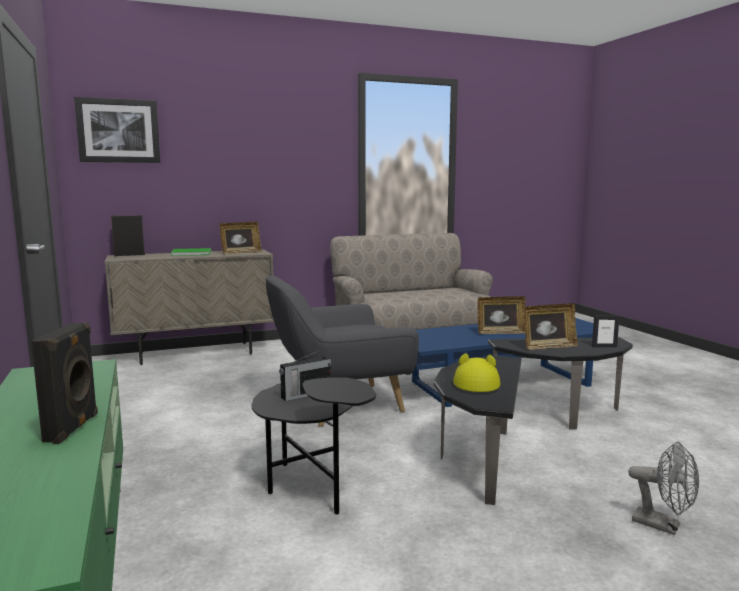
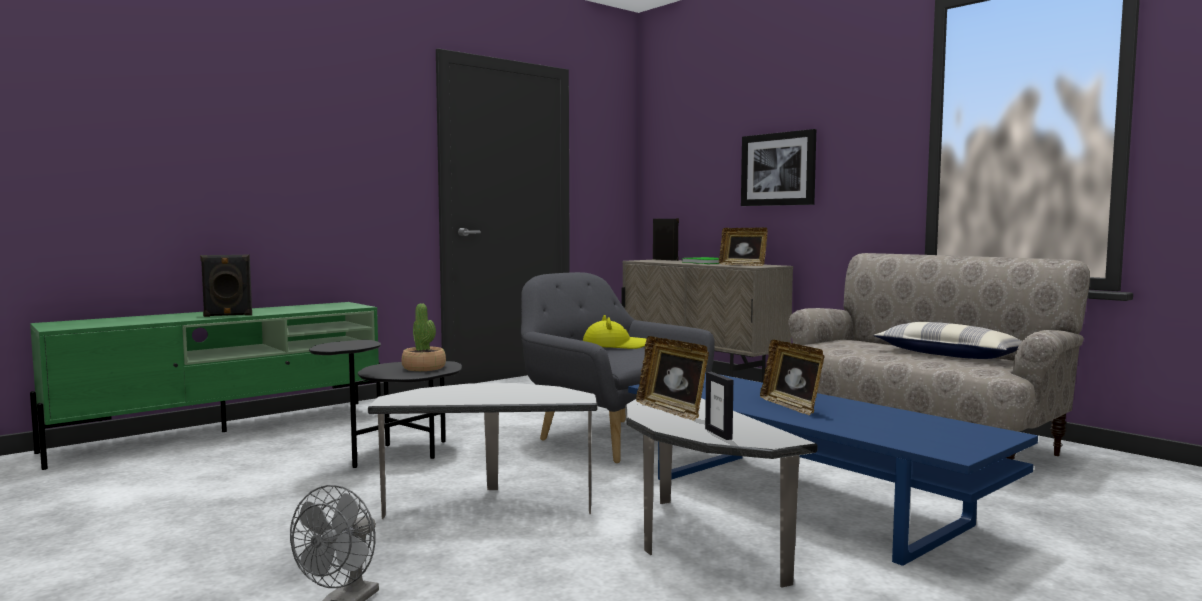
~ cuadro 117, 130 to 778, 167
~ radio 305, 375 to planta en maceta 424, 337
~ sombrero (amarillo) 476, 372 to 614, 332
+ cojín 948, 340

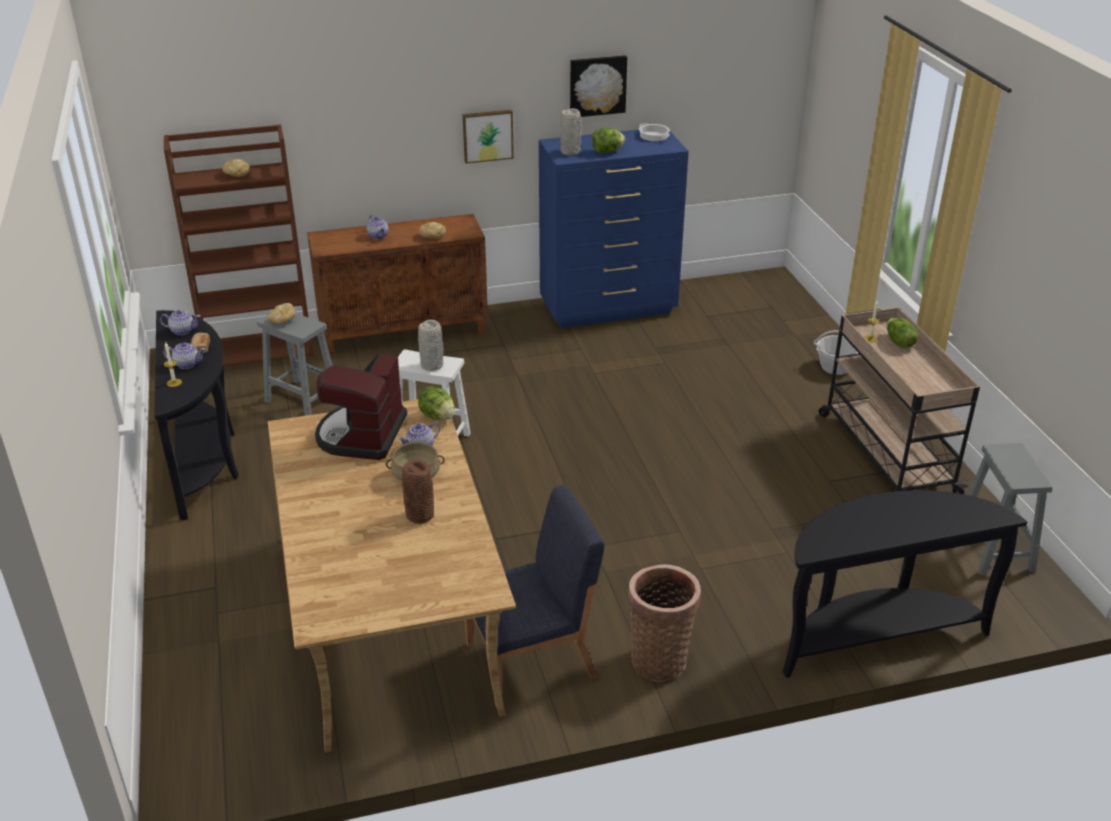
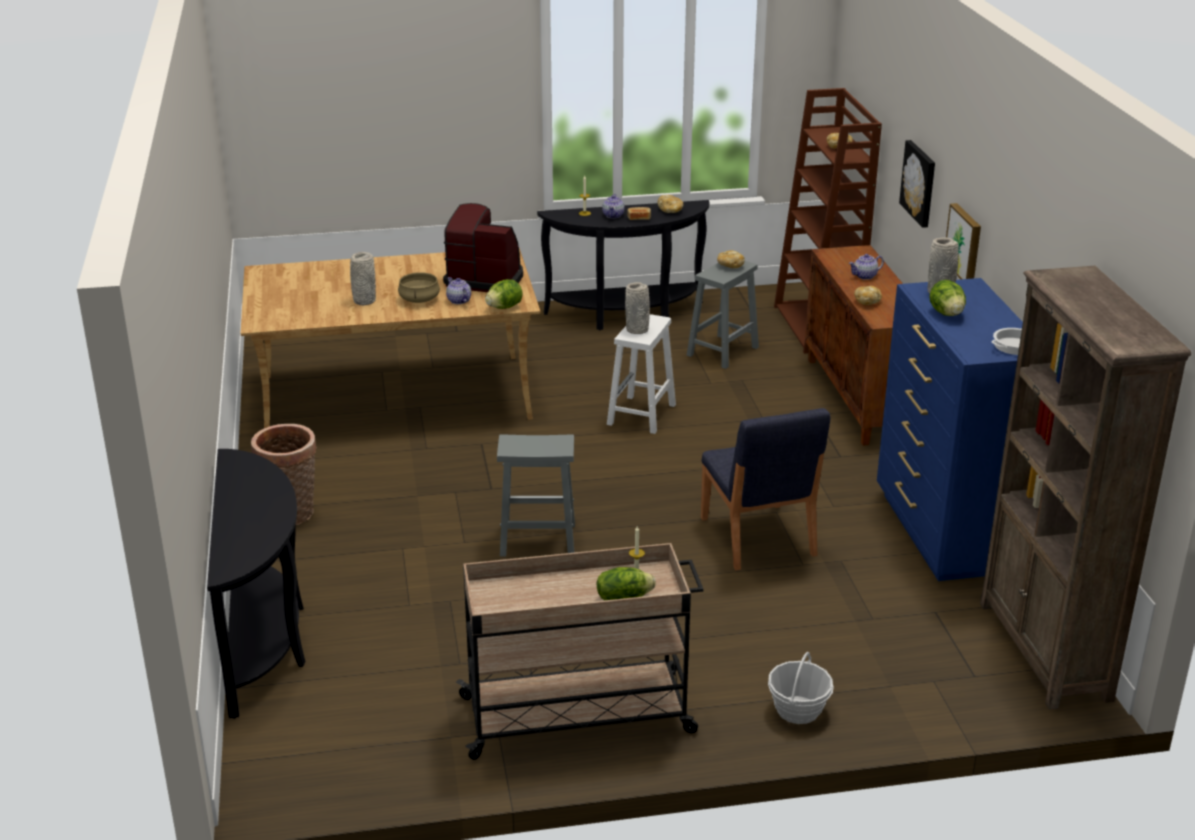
~ tetera 180, 322 to pan 670, 204
~ florero (marrón) 418, 492 to florero (gris) 363, 278
~ silla (azul) 534, 595 to 766, 489
~ cuadro 598, 86 to 917, 184
~ taburete (gris) 1010, 509 to 536, 495
+ estantería (marrón) 1085, 488

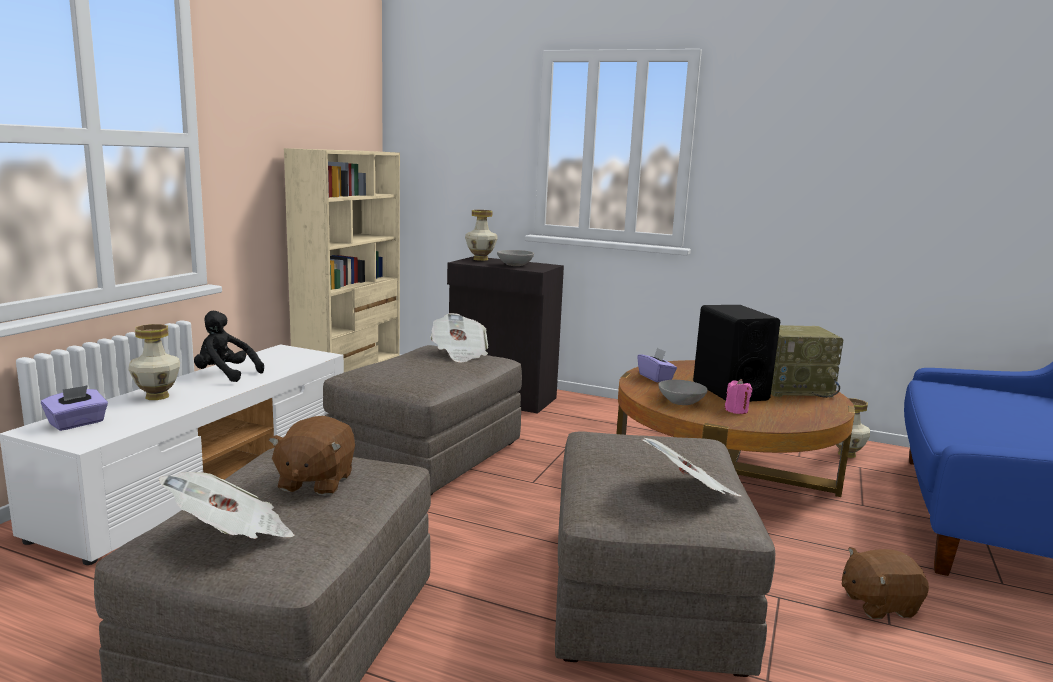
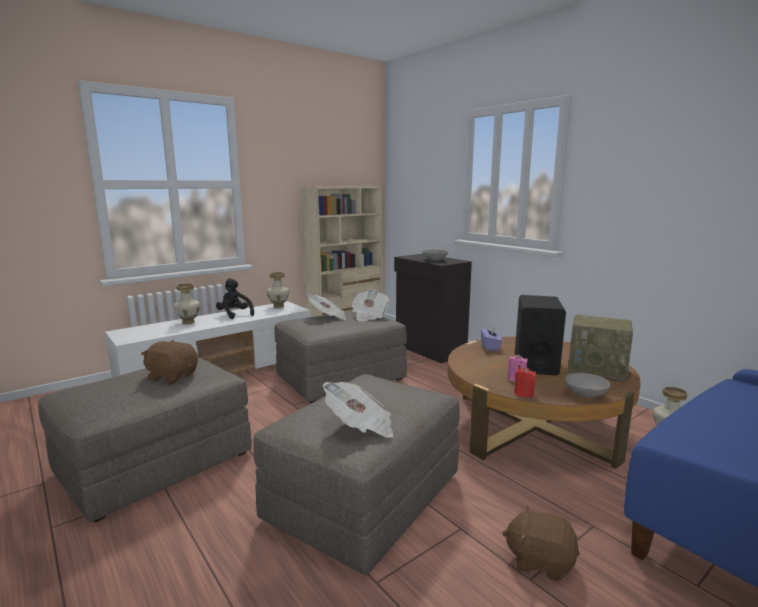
- caja de pañuelos (morado) 74, 408
~ periódico 226, 505 to 326, 307
~ peluche (marrón) 311, 456 = 169, 362 75 degrees clockwise
~ florero 481, 235 to 278, 290
~ cuenco (gris) 683, 392 to 588, 385
+ vela (rojo) 525, 382

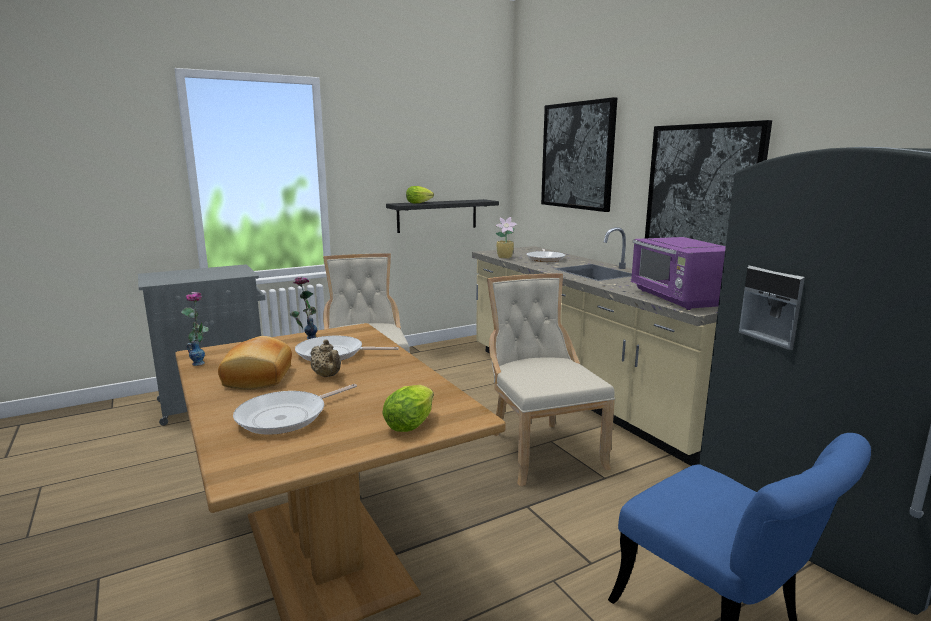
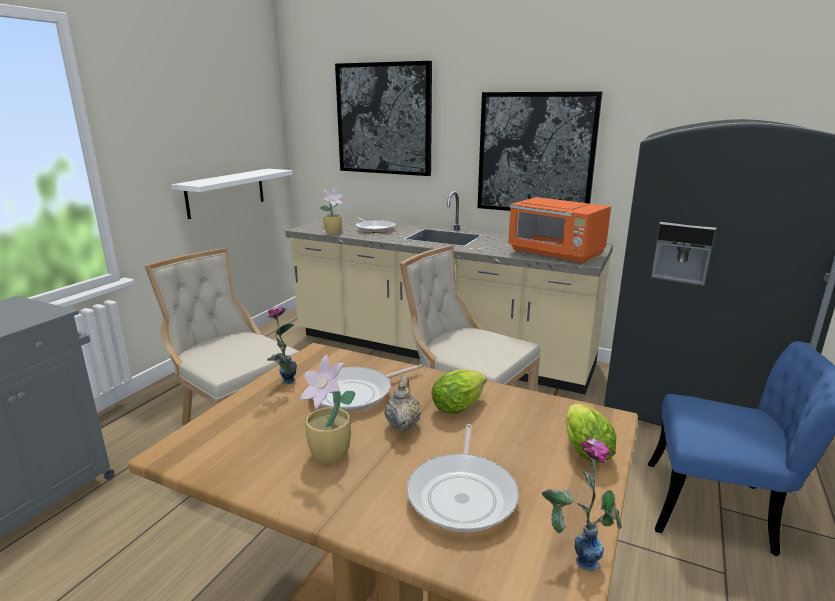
~ florero 195, 329 to 582, 504
~ pan 255, 363 to planta en maceta 327, 409
~ tetera (beis) 326, 358 = 402, 403 105 degrees counterclockwise
~ estante (negro) 442, 216 to estante (blanco) 232, 194
~ lechuga 420, 195 to 459, 391
~ microondas (morado) 678, 273 to microondas (naranja) 559, 230

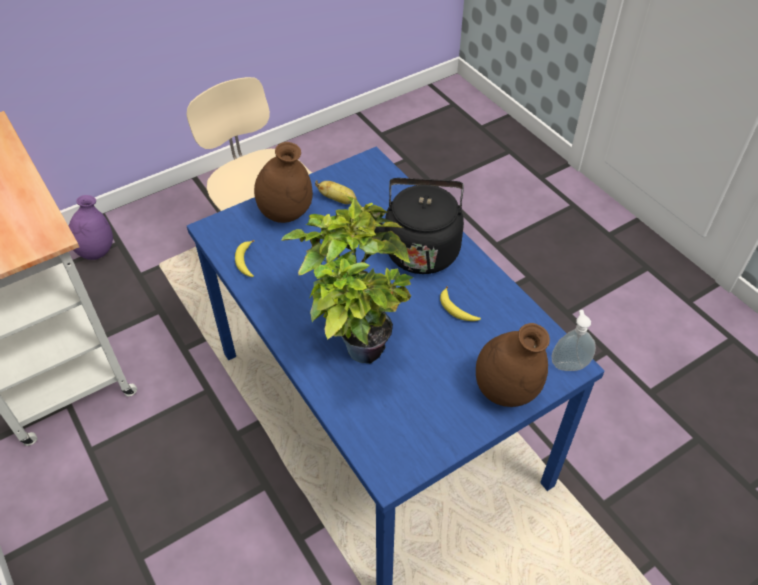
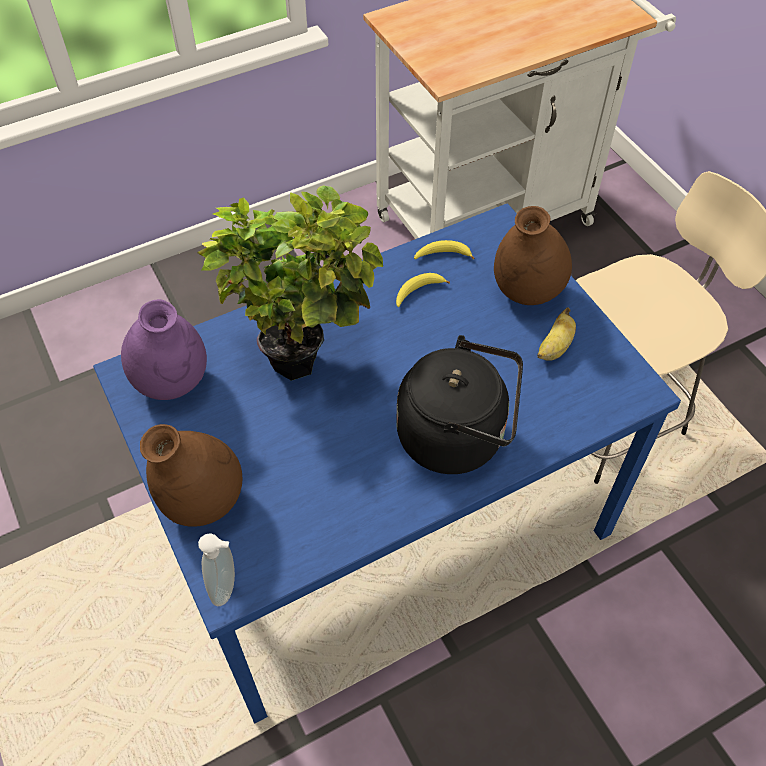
~ florero (morado) 91, 227 to 164, 349
~ plátano 460, 303 to 423, 290

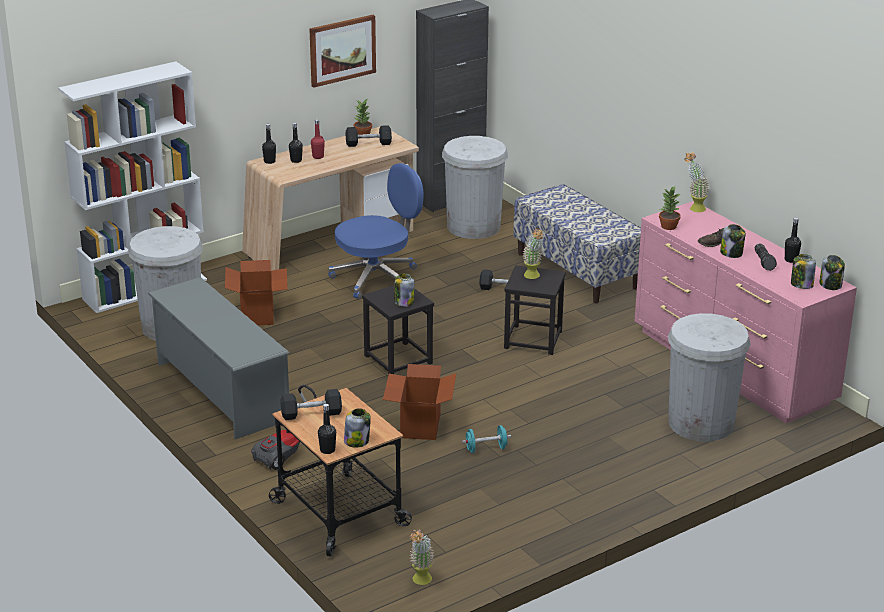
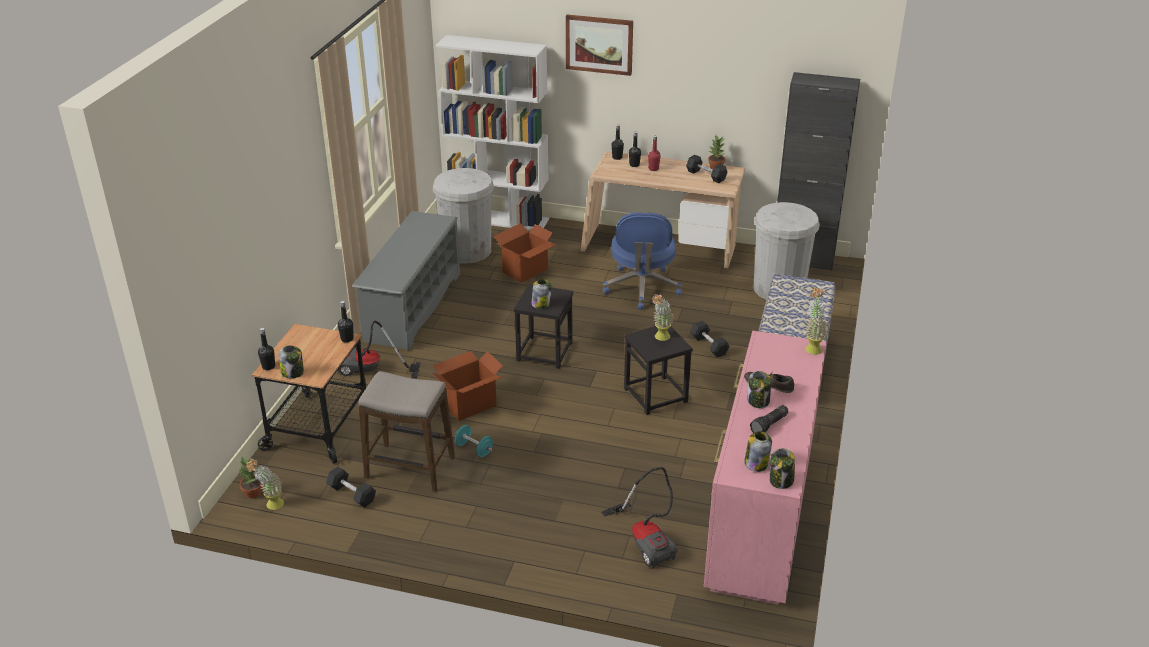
~ mancuerna (negro) 311, 404 to 351, 487
~ cuadro 342, 51 to 599, 45
~ silla de oficina (azul) 376, 231 = 642, 261 75 degrees clockwise
~ planta en maceta 670, 208 to 250, 478
~ papelera (blanco) 709, 377 to aspiradora 639, 517
~ botella (negro) 793, 240 to 346, 321
+ taburete 406, 431

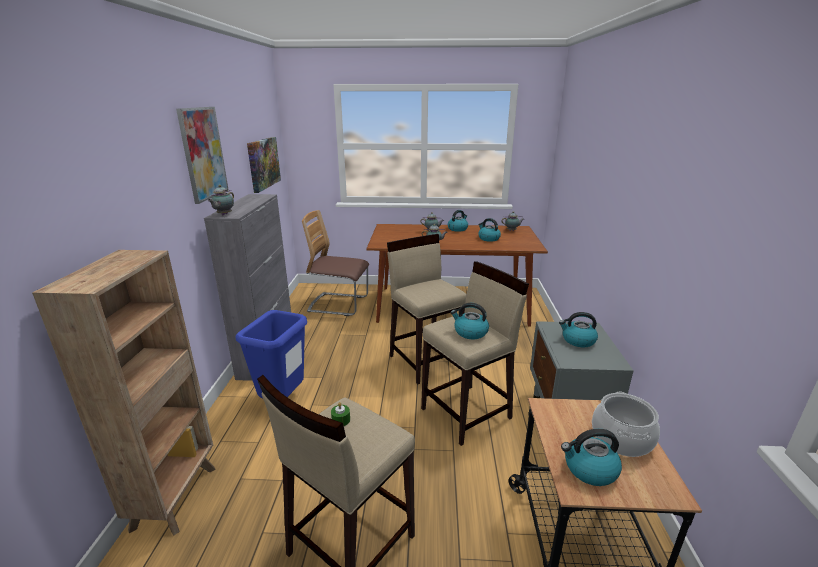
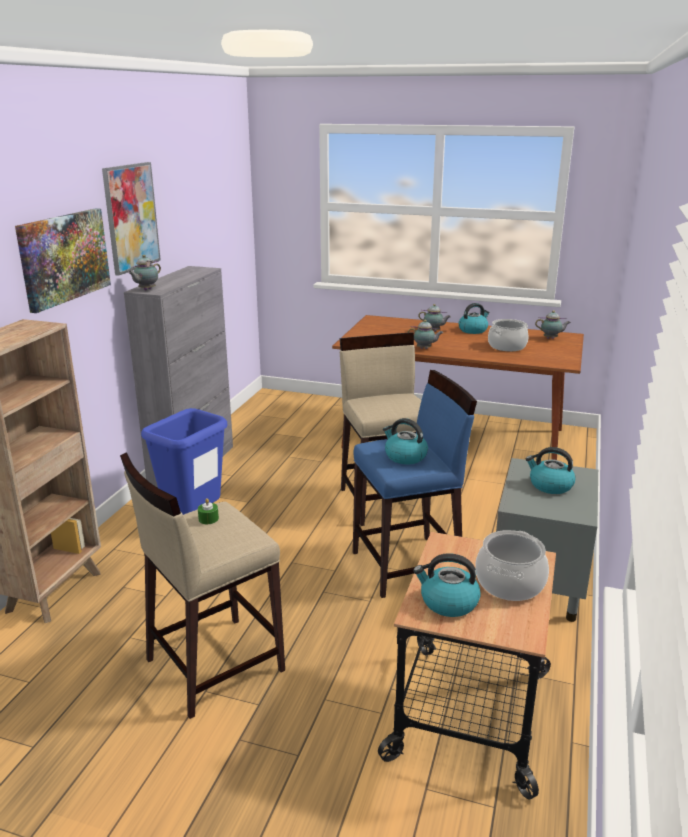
~ cuadro 264, 165 to 63, 260
- silla 335, 263
~ taburete (beis) 475, 353 to taburete (azul) 415, 484
~ hervidor 489, 230 to olla 508, 335

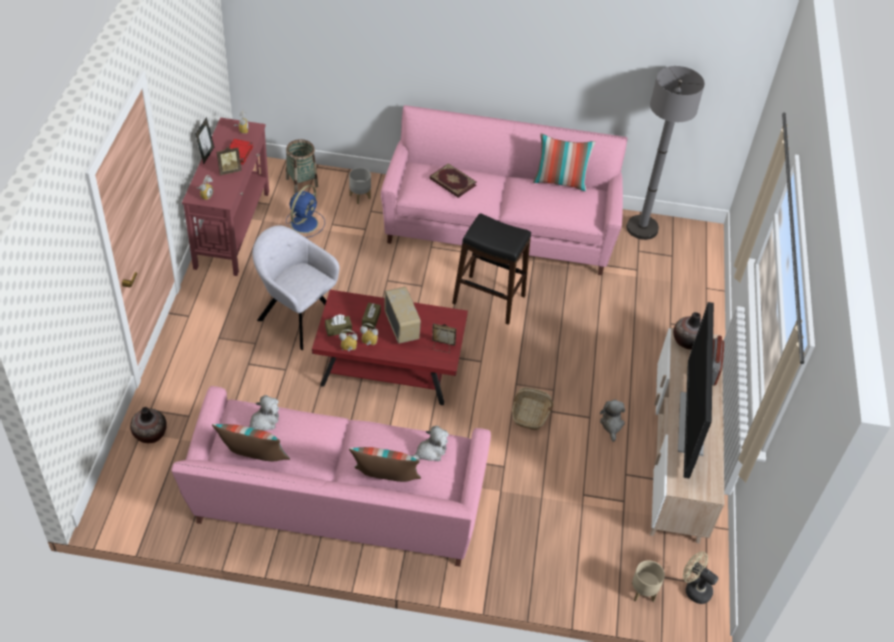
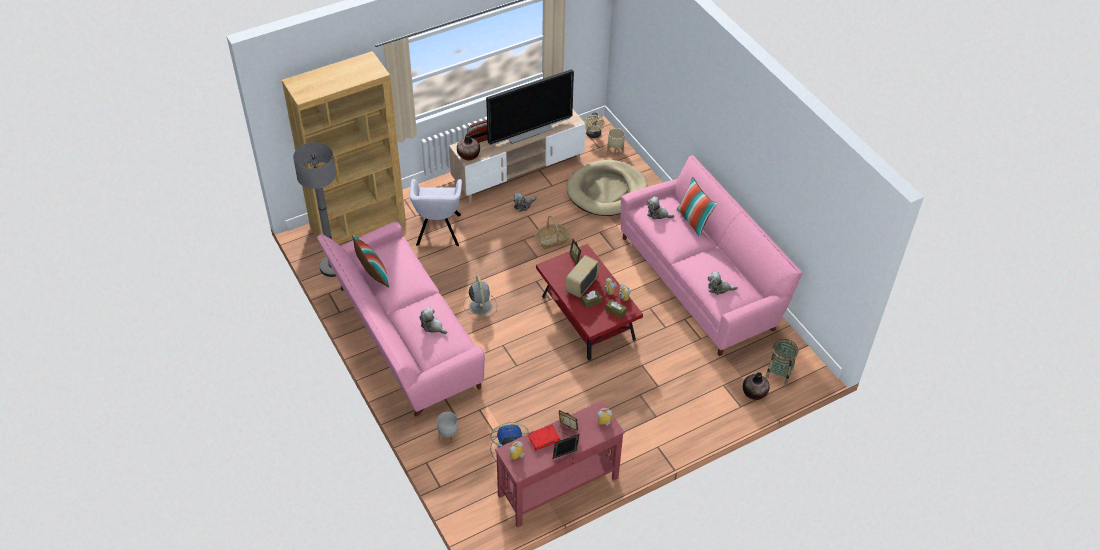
- cojín 251, 442
~ sillón (gris) 296, 287 to 436, 212
~ cesta 302, 166 to 781, 362
~ libro 452, 180 to peluche 433, 320
~ taburete (negro) 491, 269 to ventilador (gris) 480, 298
+ estantería (marrón) 344, 147
+ cama para perro (beis) 607, 188

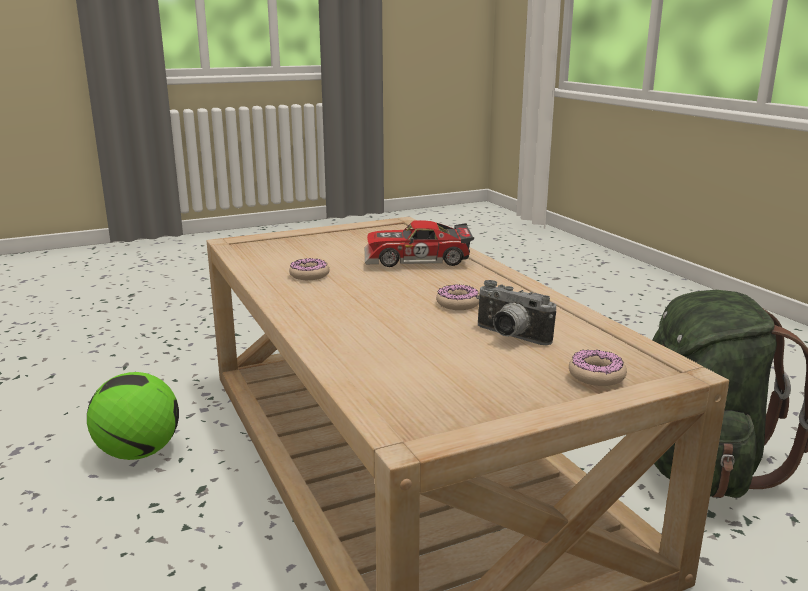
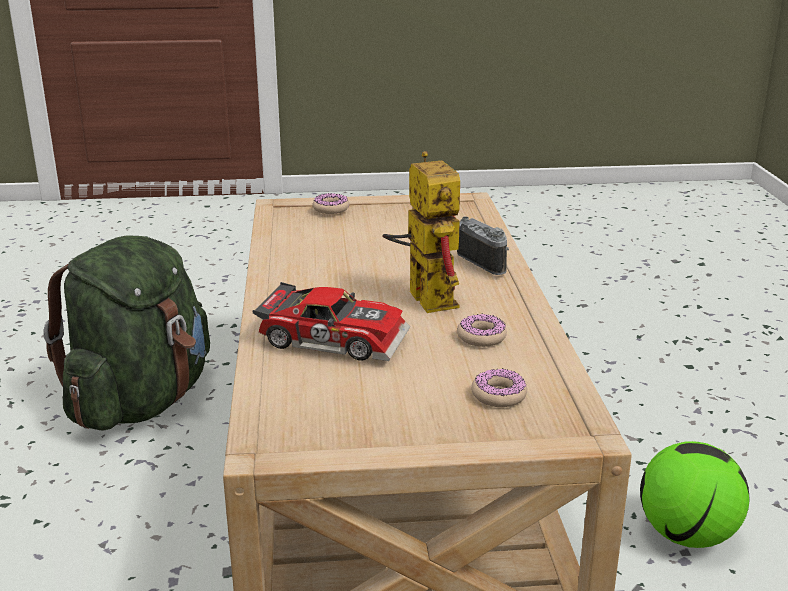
~ rosquilla 458, 297 to 499, 387
~ cámara 516, 312 to 483, 246
+ robot de juguete 421, 232

